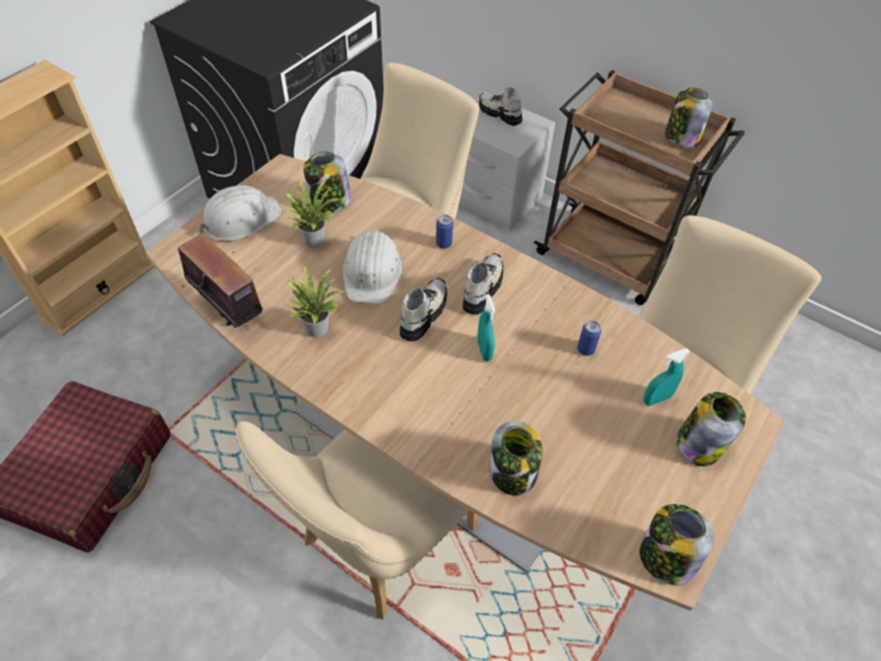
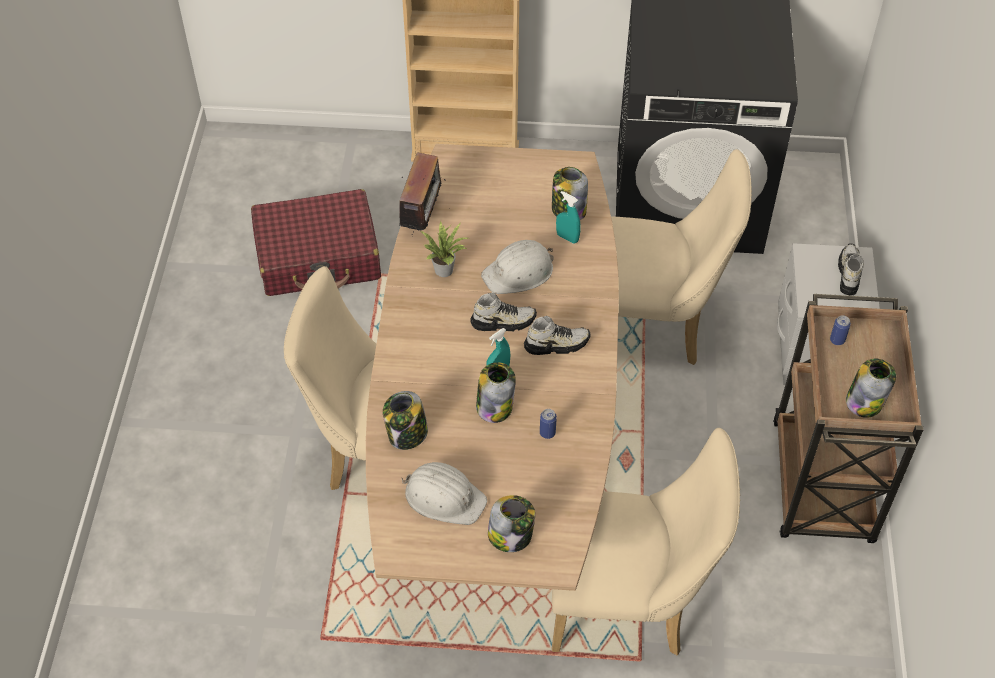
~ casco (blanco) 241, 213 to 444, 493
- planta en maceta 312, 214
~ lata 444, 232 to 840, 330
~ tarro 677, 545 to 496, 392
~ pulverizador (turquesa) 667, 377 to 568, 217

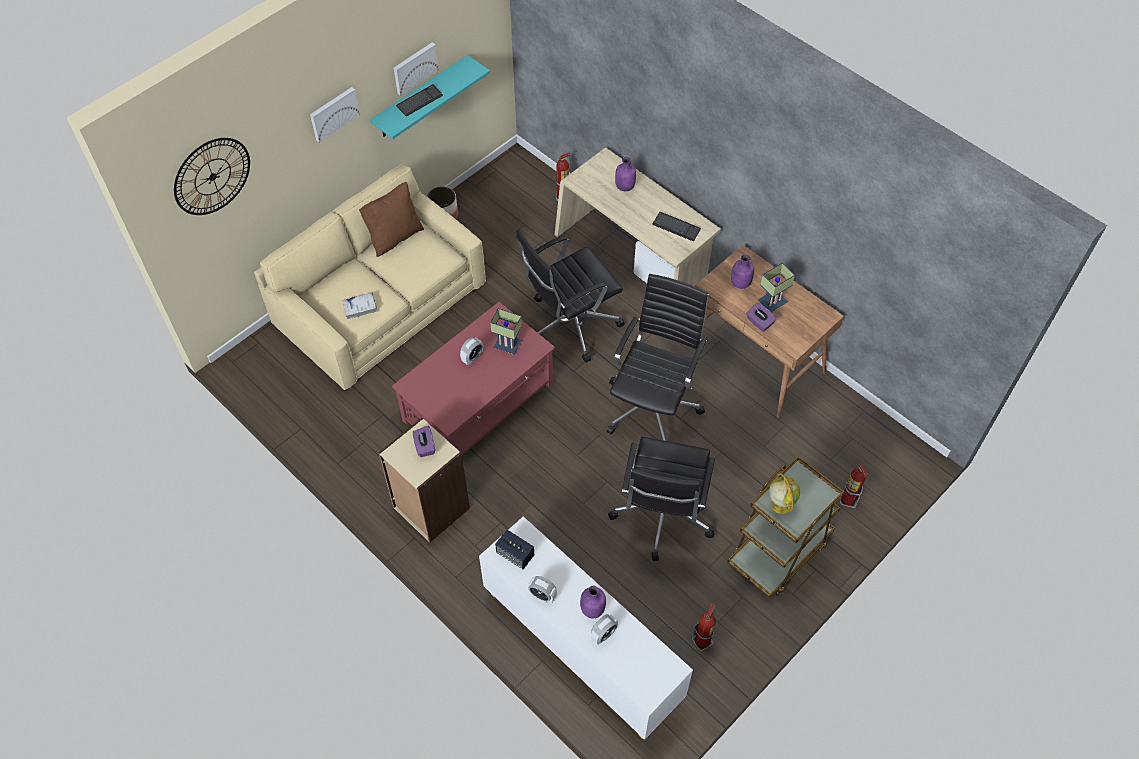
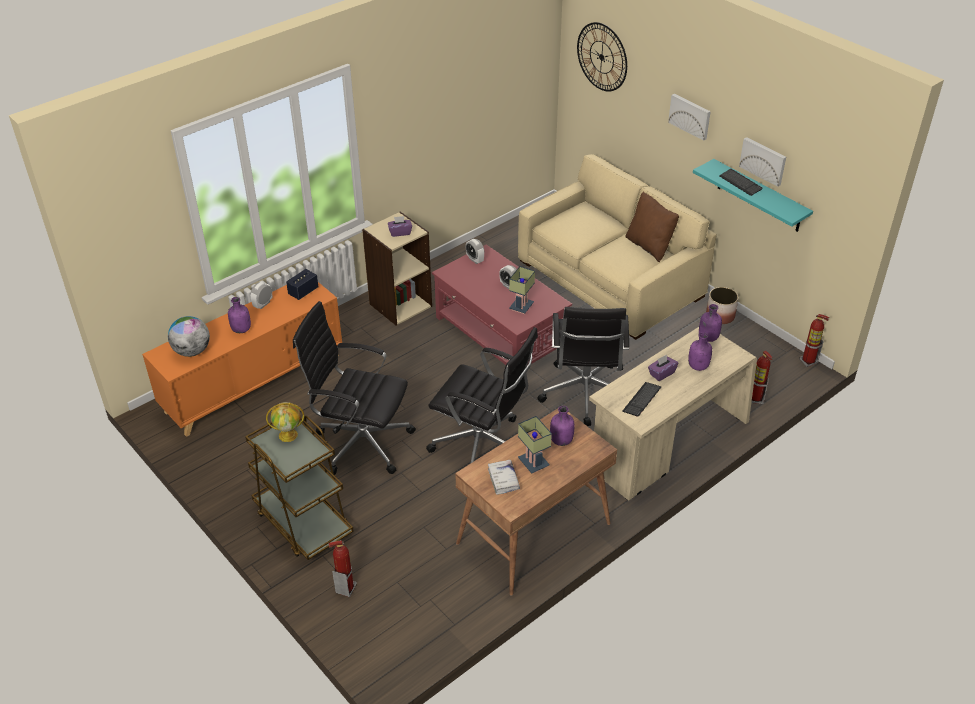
~ libro (blanco) 360, 306 to 504, 477
~ armario (blanco) 586, 628 to armario (naranja) 242, 359
~ silla de oficina (negro) 570, 296 = 583, 366 150 degrees counterclockwise
~ despertador 604, 629 to 475, 251
~ extintor 703, 628 to 814, 340
~ caja de pañuelos (morado) 761, 317 to 663, 368
+ globo terráqueo 189, 336
+ botella (morado) 710, 323

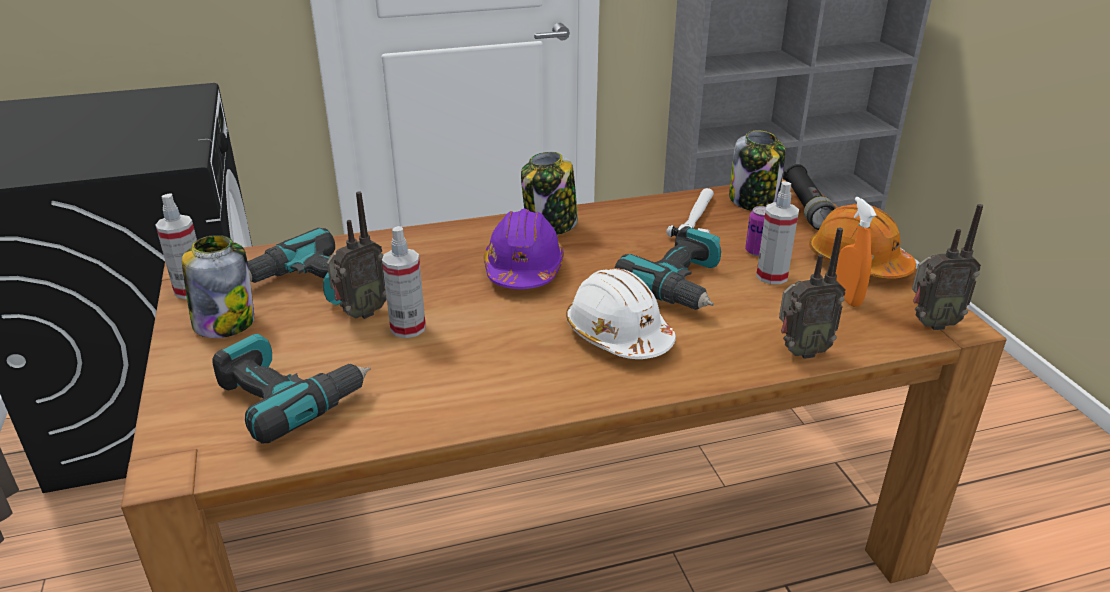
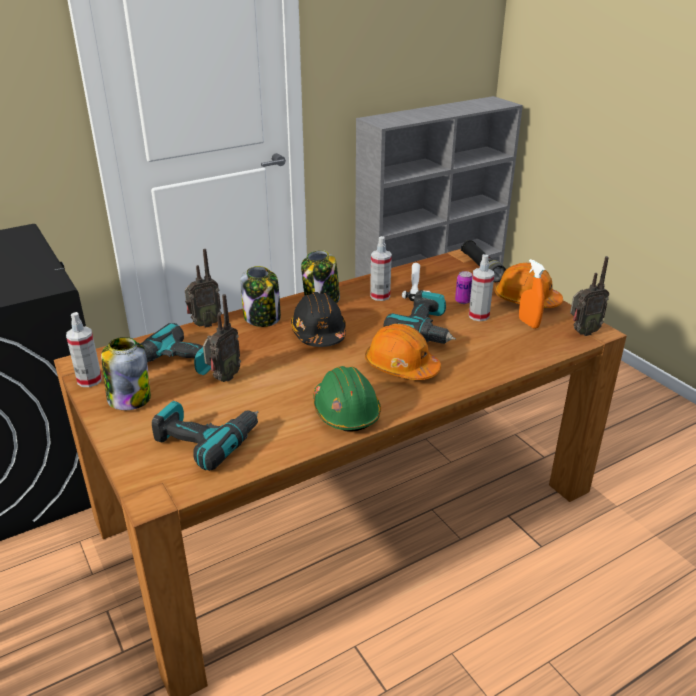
~ pulverizador 404, 282 to 381, 268
~ casco (morado) 523, 249 to casco (negro) 318, 319
~ casco (blanco) 621, 313 to casco (naranja) 403, 352
~ tarro 757, 170 to 260, 296
~ radio 812, 293 to 203, 288
+ casco (verde) 347, 399

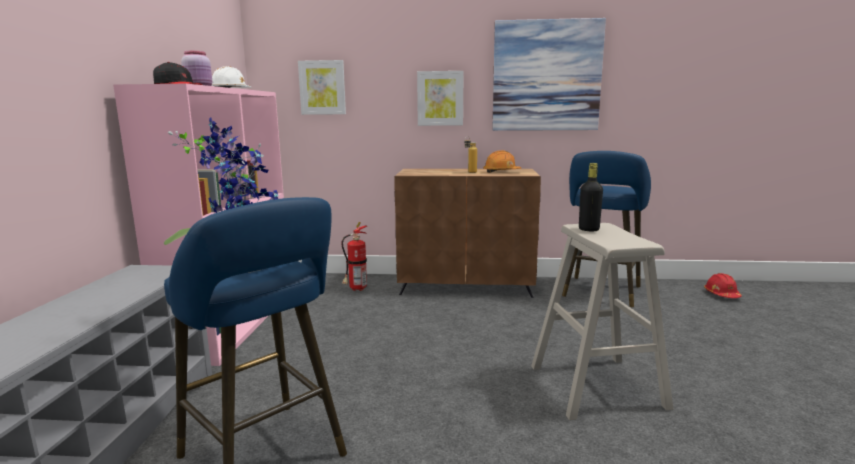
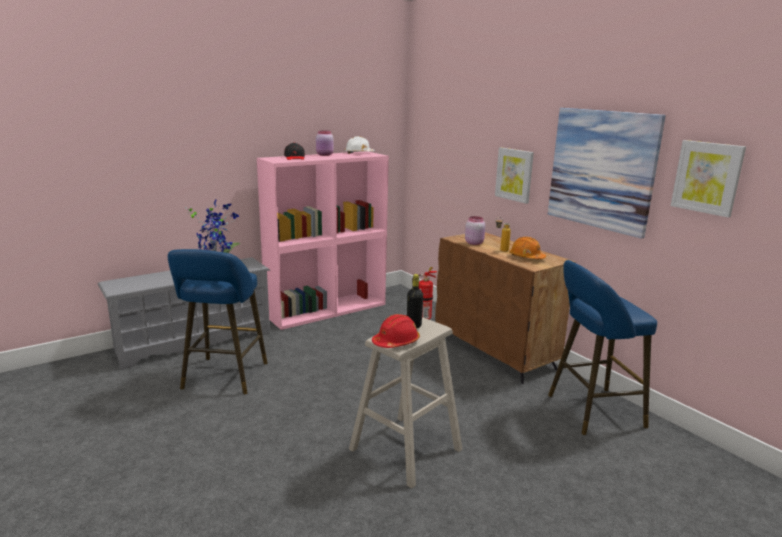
~ cuadro 322, 87 to 708, 178
~ casco (rojo) 723, 285 to 396, 331
+ tarro (rosa) 475, 230

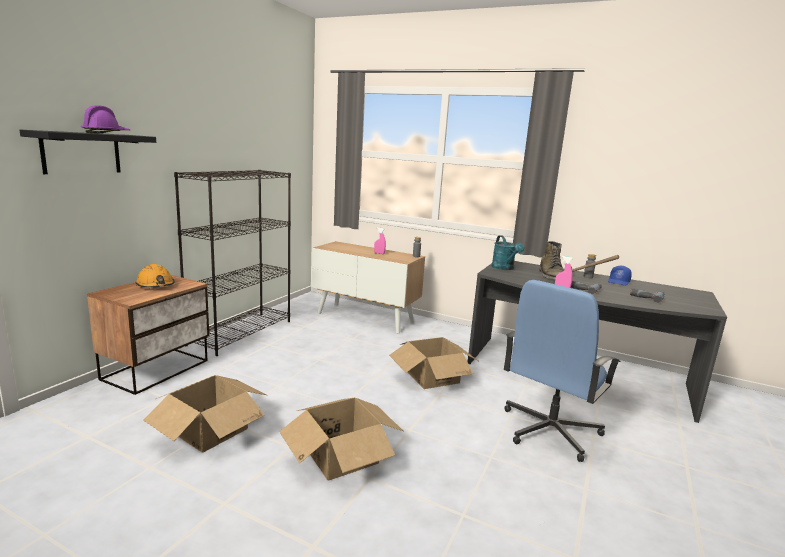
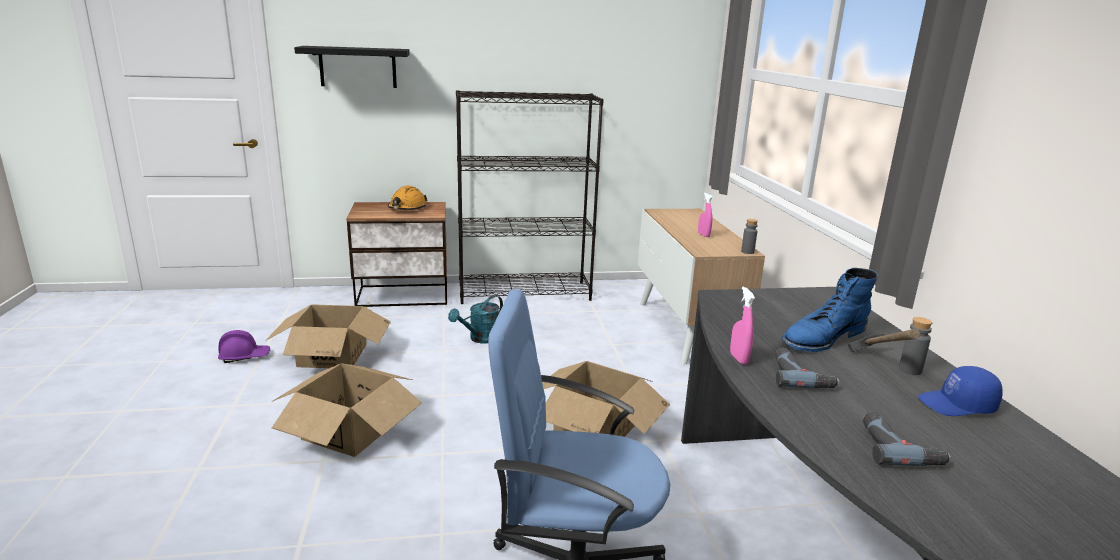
~ casco (morado) 105, 119 to 244, 346
~ regadera (turquesa) 508, 252 to 475, 319
~ bota (verde) 551, 260 to bota (azul) 829, 310

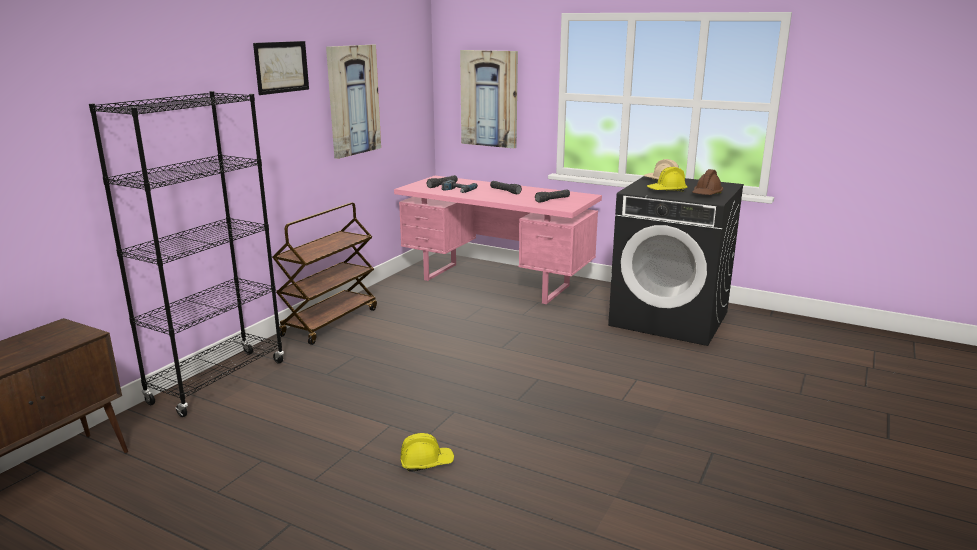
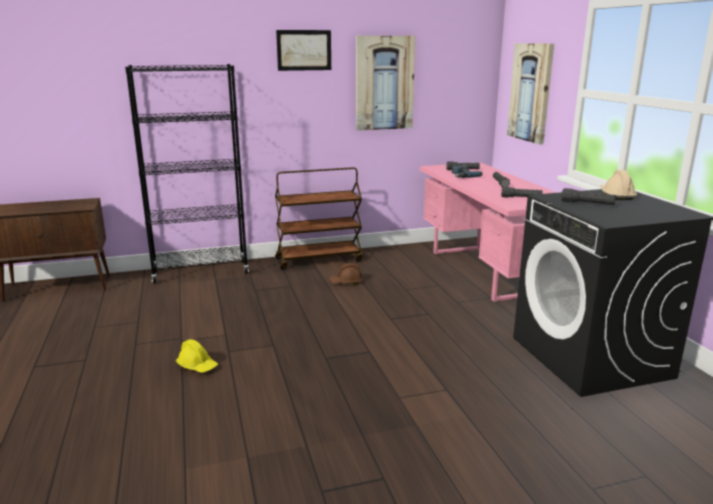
~ casco (amarillo) 667, 179 to linterna (negro) 588, 196
~ casco (marrón) 707, 182 to 345, 274

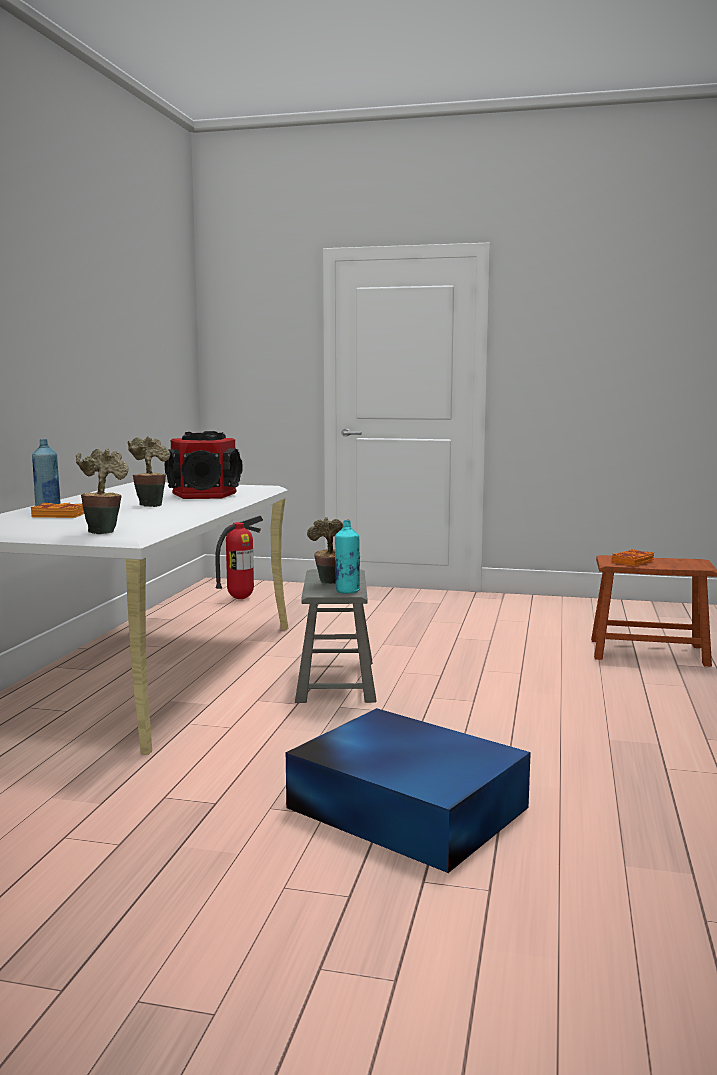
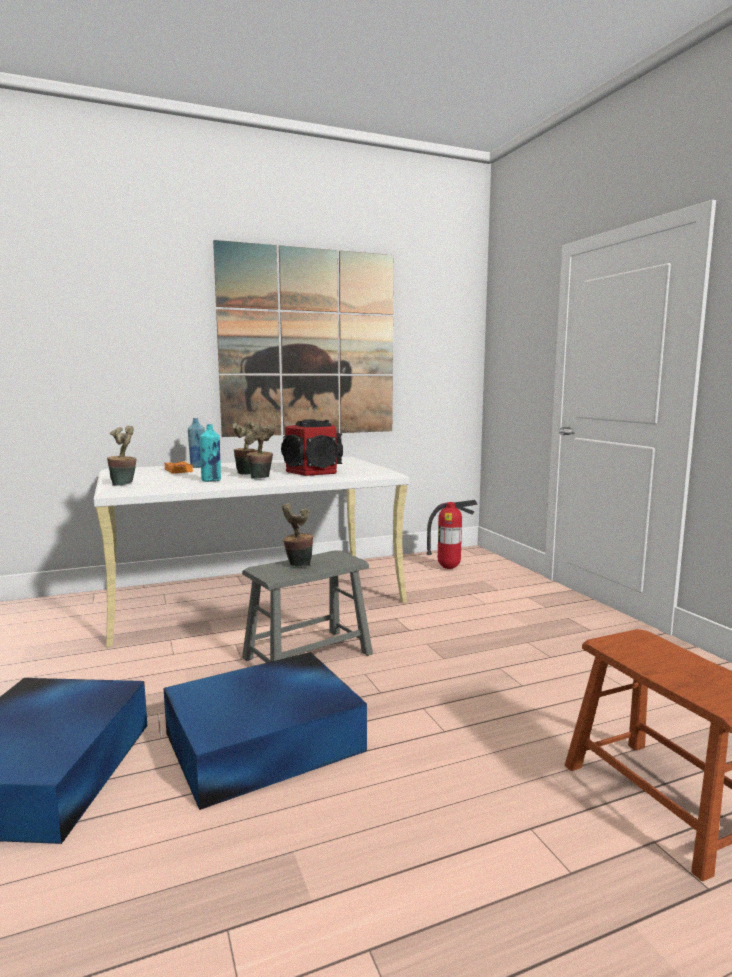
~ botella (turquesa) 347, 557 to 210, 453
- libro (naranja) 633, 557
+ caja de almacenaje (azul) 265, 731
+ cuadro 303, 338
+ planta en maceta 259, 451

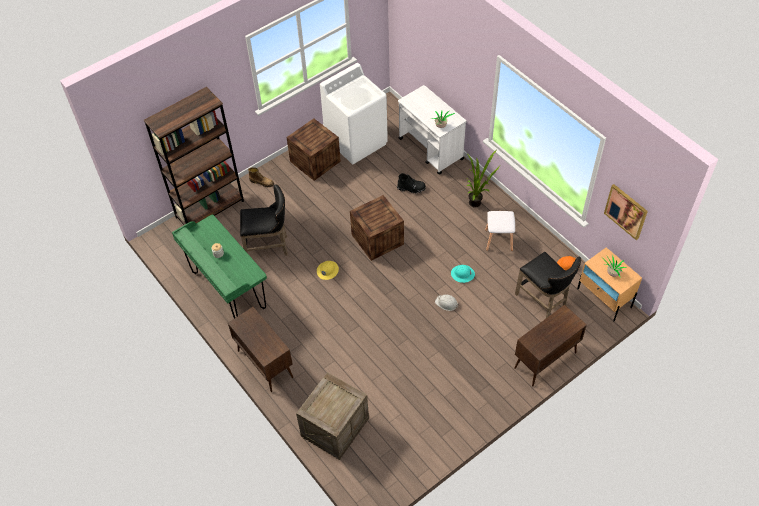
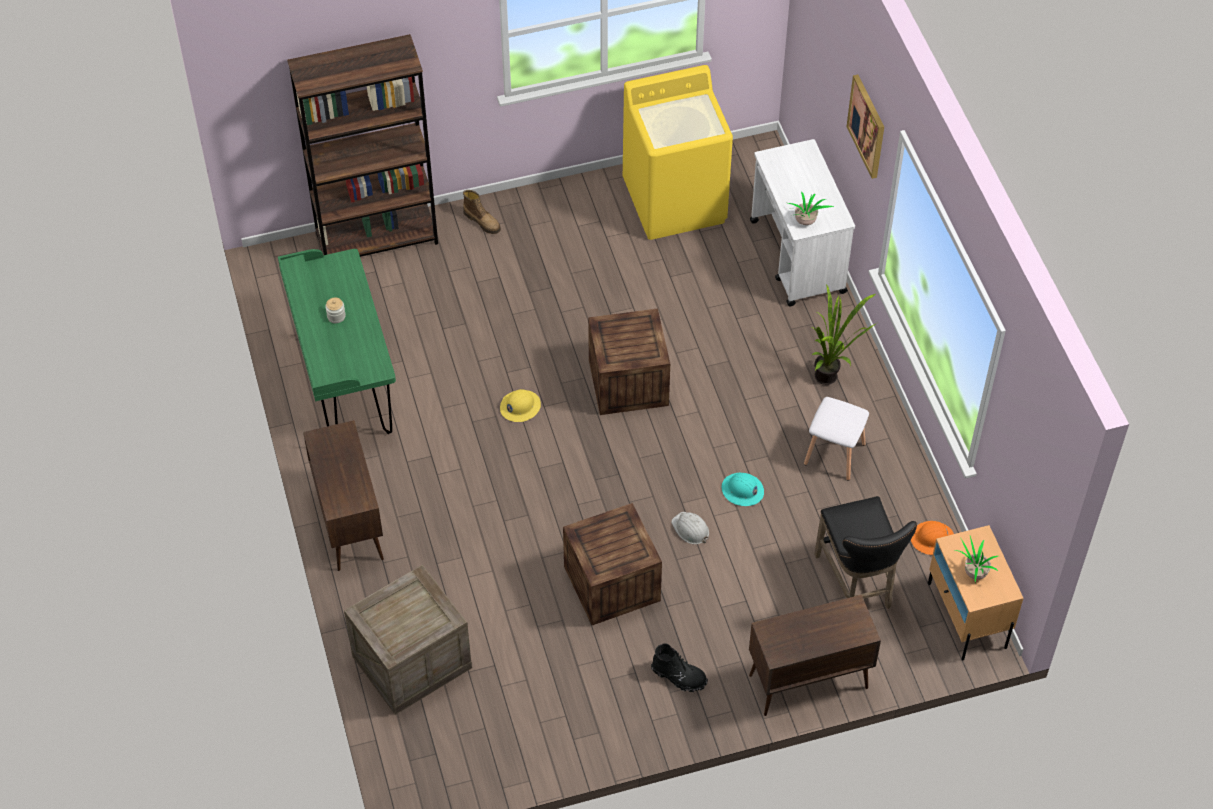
- taburete (negro) 264, 220
~ caja de embalaje 313, 149 to 612, 564
~ lavadora (blanco) 354, 113 to lavadora (amarillo) 678, 152
~ bota (negro) 411, 183 to 679, 667
~ cuadro 626, 212 to 865, 126

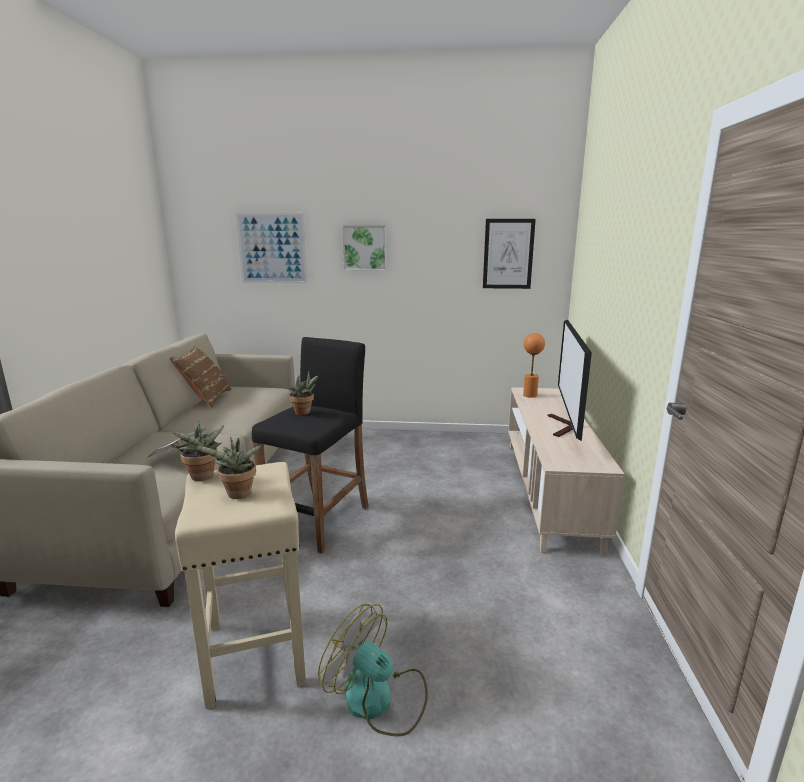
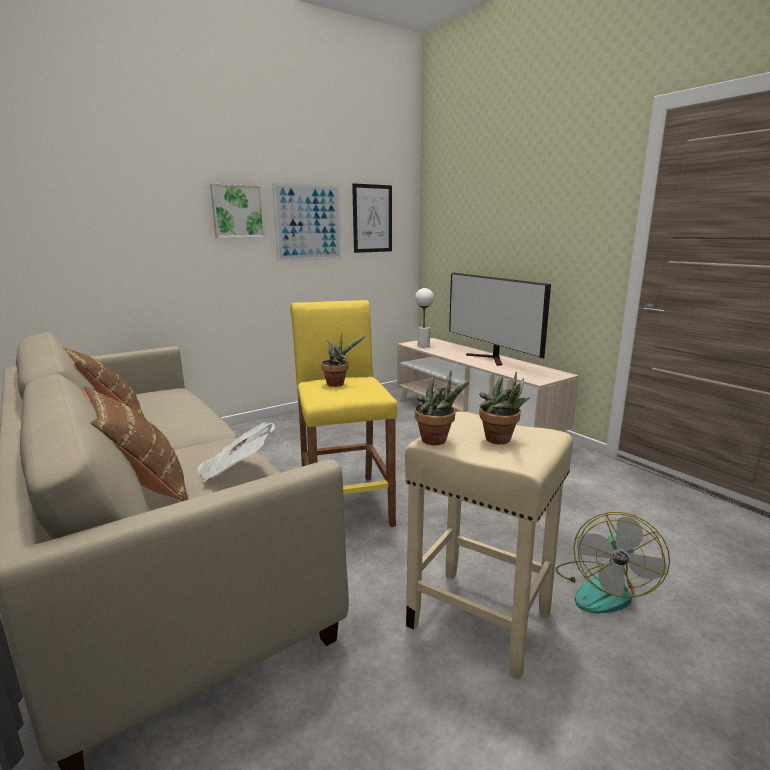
~ cuadro 272, 248 to 307, 222
~ taburete (negro) 310, 445 to taburete (amarillo) 343, 413
~ ventilador 373, 670 = 612, 562 60 degrees counterclockwise
~ lámpara de mesa (naranja) 534, 365 to lámpara de mesa (blanco) 424, 317
+ cojín (marrón) 135, 443

